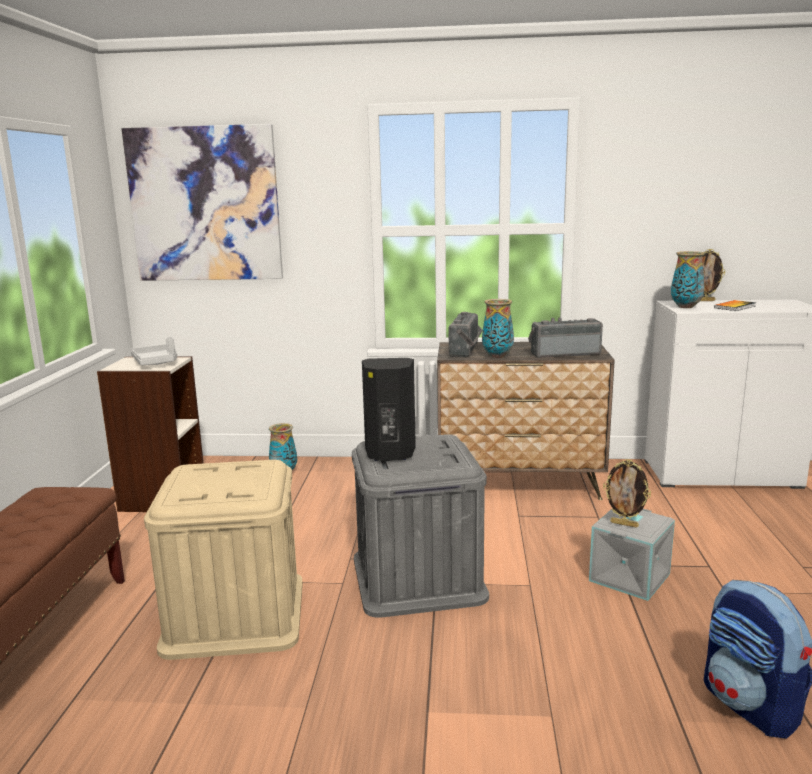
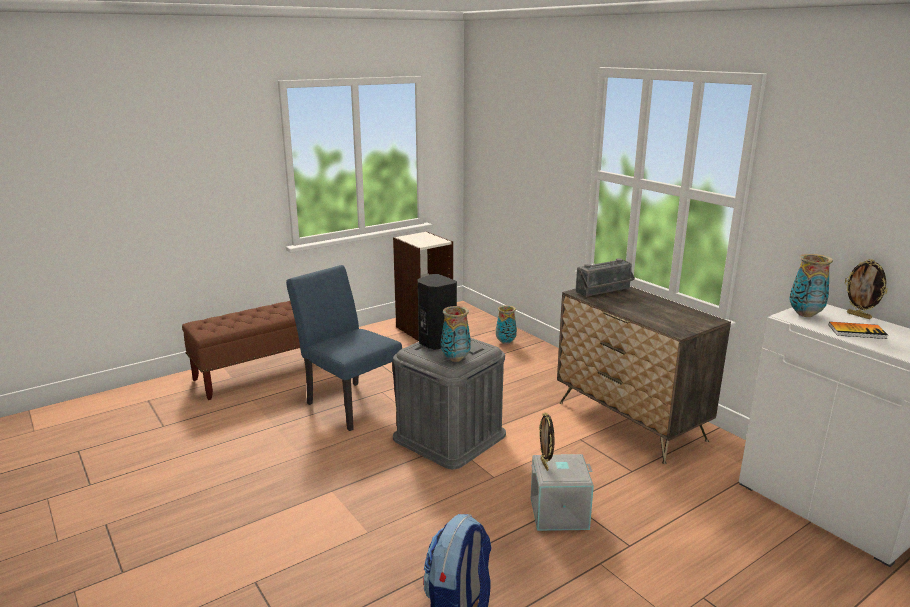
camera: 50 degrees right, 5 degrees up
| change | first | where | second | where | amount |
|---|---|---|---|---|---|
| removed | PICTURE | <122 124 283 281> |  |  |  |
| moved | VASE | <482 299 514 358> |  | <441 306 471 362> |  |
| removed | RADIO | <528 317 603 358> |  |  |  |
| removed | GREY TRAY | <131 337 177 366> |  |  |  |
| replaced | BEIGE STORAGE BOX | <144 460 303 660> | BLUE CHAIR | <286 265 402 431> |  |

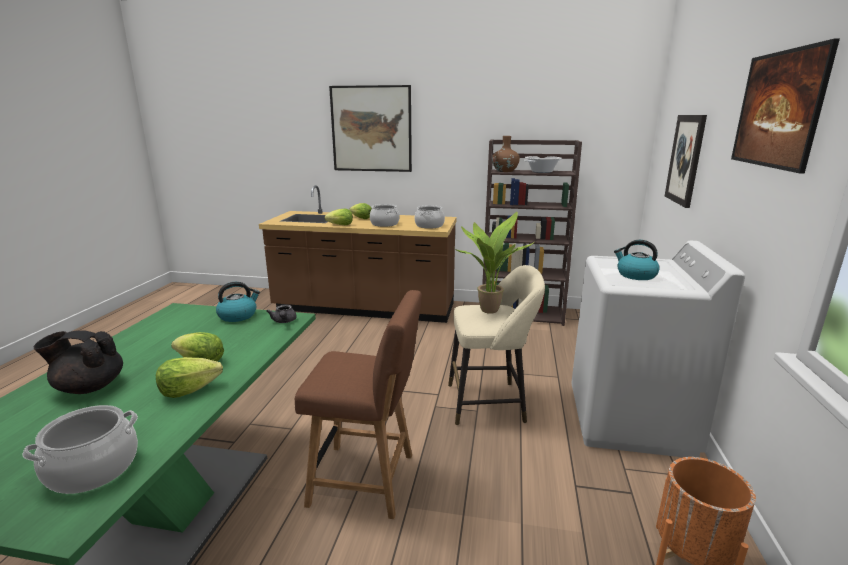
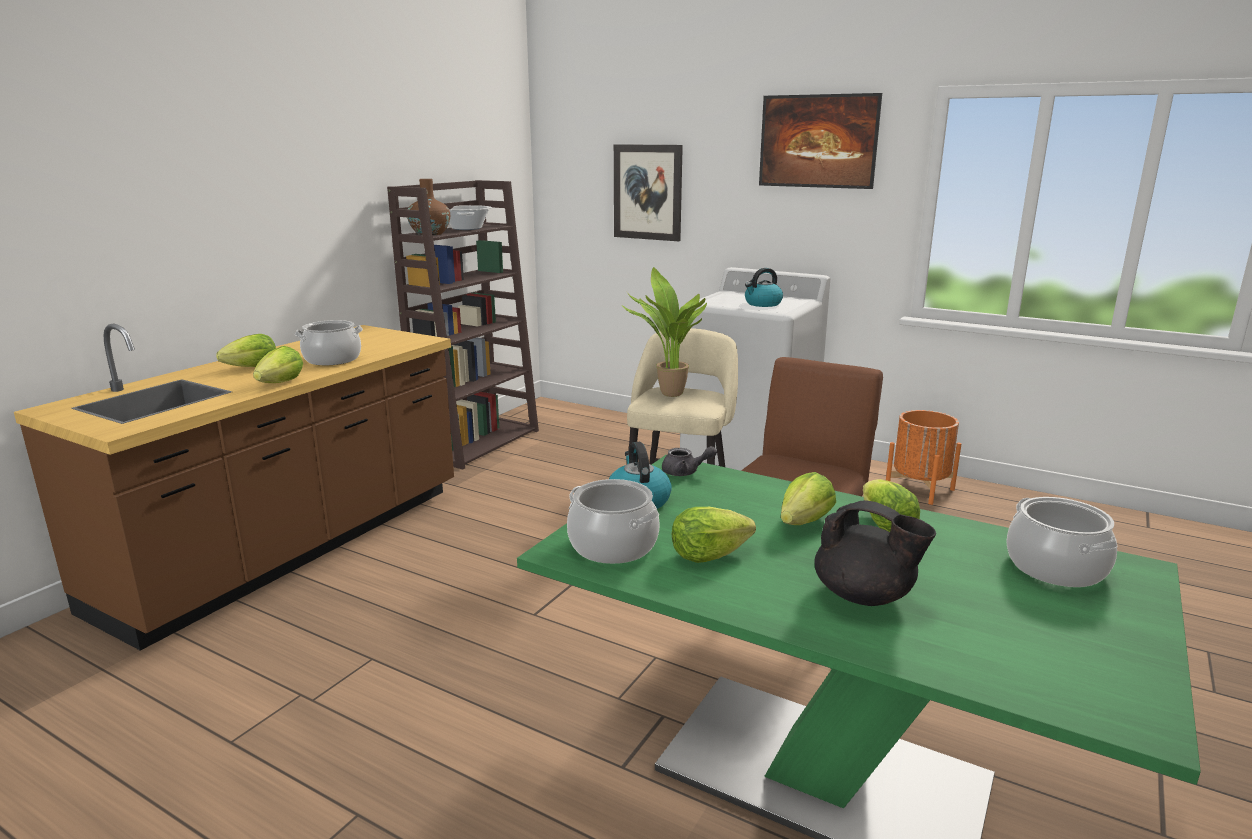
camera: 70 degrees left, 0 degrees up
| change | first | where | second | where | amount |
|---|---|---|---|---|---|
| removed | PICTURE | <329 85 412 172> |  |  |  |
| moved | COOKING POT | <415 205 445 229> |  | <567 479 660 564> |  |
| turned | BLACK TEAPOT | <34 331 123 394> |  | <815 500 936 606> | 75 degrees counterclockwise |
| added |  |  | LETTUCE | <672 507 756 563> |  |

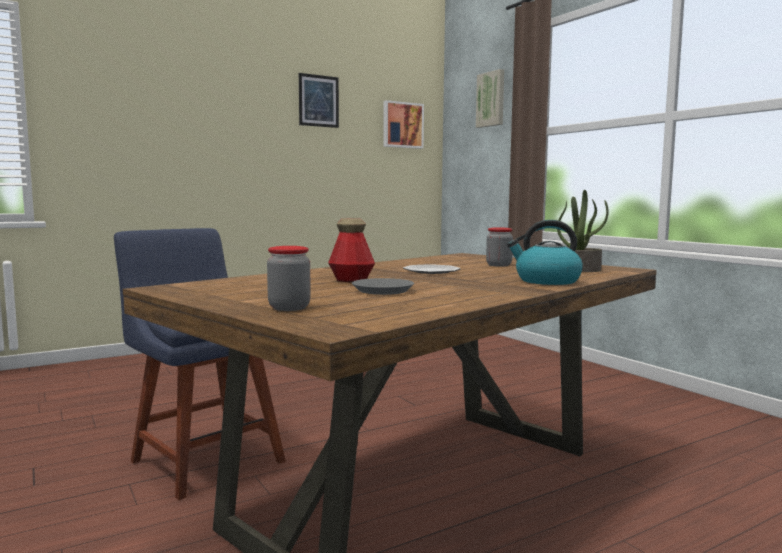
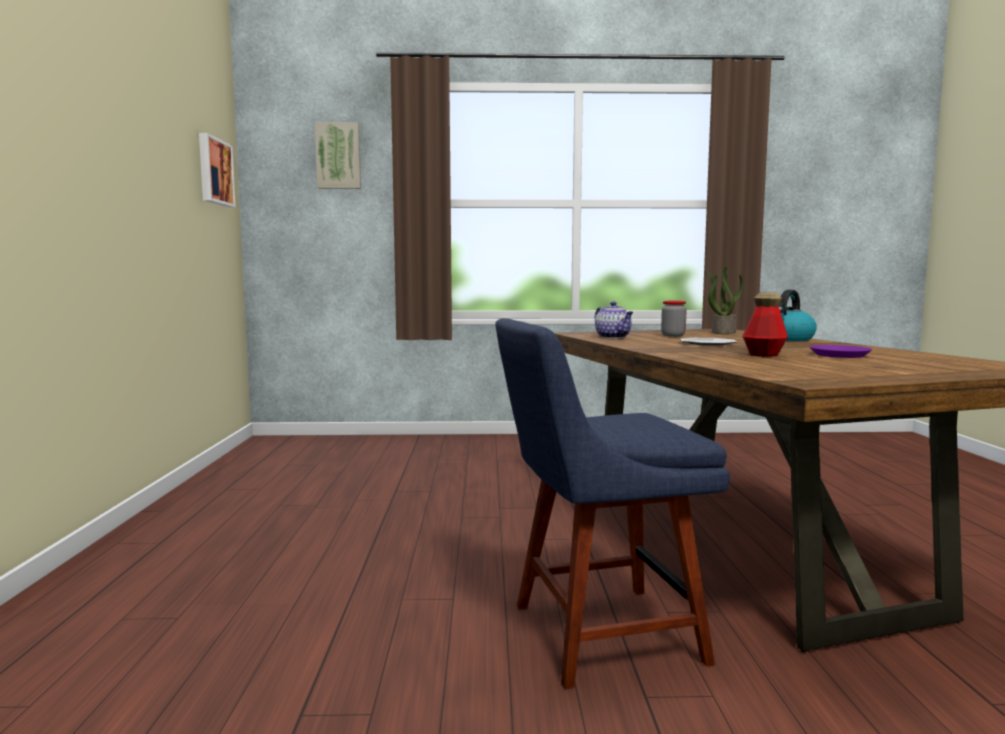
camera: 60 degrees left, 0 degrees up
| change | first | where | second | where | amount |
|---|---|---|---|---|---|
| removed | PICTURE | <299 73 339 128> |  |  |  |
| removed | JAR | <267 246 311 311> |  |  |  |
| recoloured | GREY PLATE | <352 278 414 295> | PURPLE PLATE | <810 345 872 358> |  |
| added |  |  | TEAPOT | <595 301 633 338> |  |

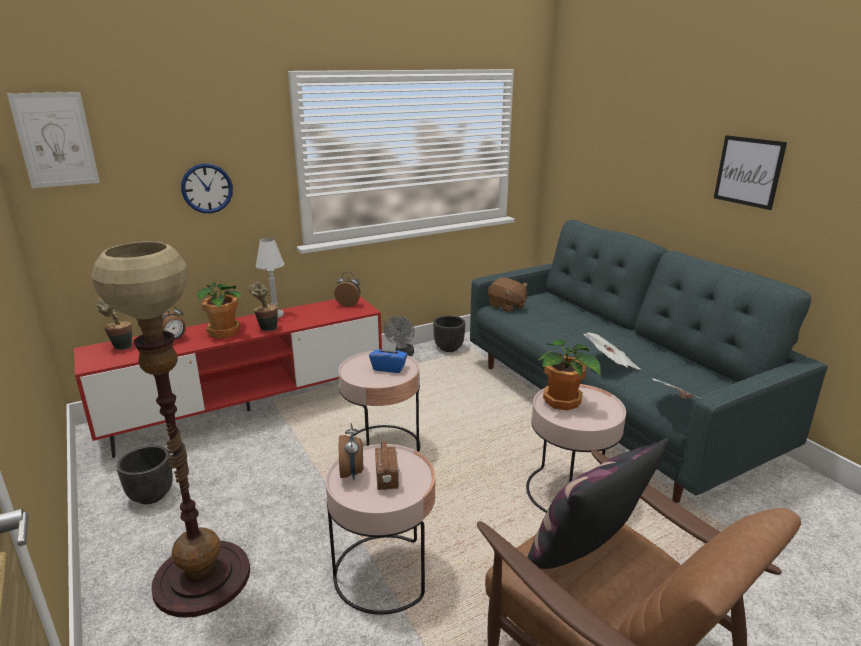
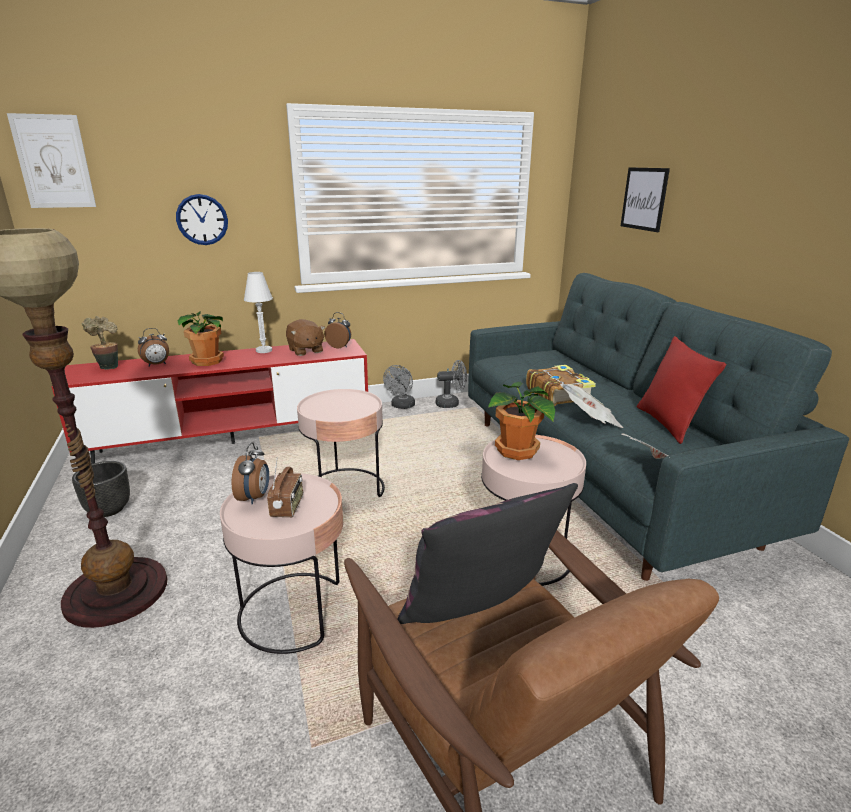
camera: 10 degrees right, 0 degrees up
| change | first | where | second | where | amount |
|---|---|---|---|---|---|
| moved | PICTURE | <714 135 787 210> |  | <621 167 670 232> |  |
| moved | BROWN PLUSH TOY | <488 278 528 312> |  | <286 319 325 356> |  |
| removed | POTTED PLANT | <249 281 278 331> |  |  |  |
| replaced | BLACK PLANTER | <433 316 465 352> | GREY FAN | <435 360 467 408> |  |
| removed | BLUE TISSUE BOX | <369 342 408 373> |  |  |  |
| added |  |  | RED PILLOW | <637 336 726 444> |  |
| added |  |  | BOOK | <526 365 596 406> |  |

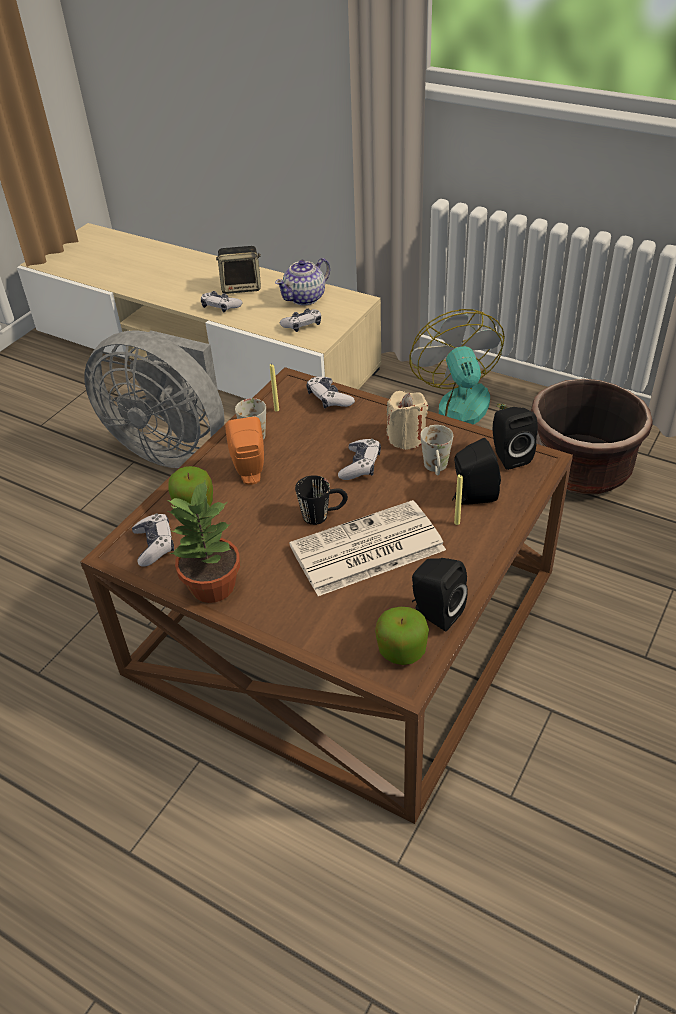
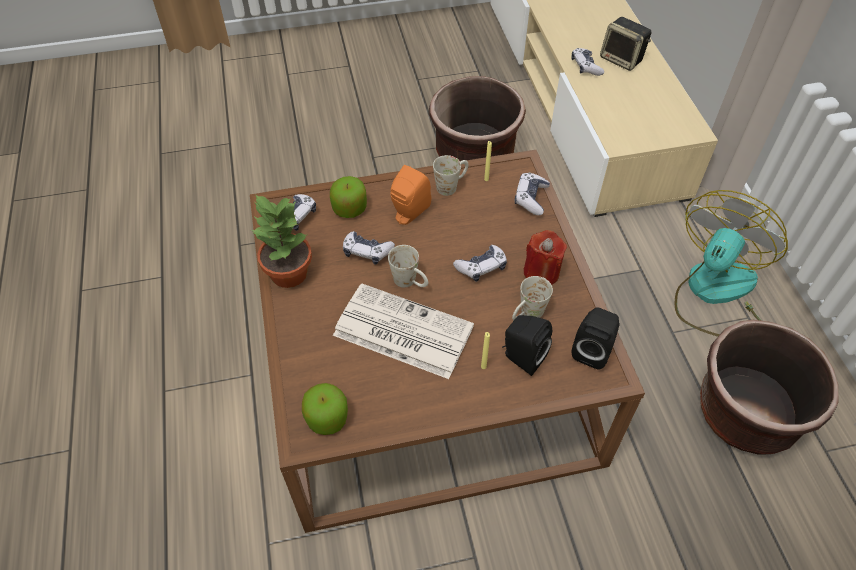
camera: 45 degrees right, 10 degrees up
| change | first | where | second | where | amount |
|---|---|---|---|---|---|
| removed | TEAPOT | <275 258 330 305> |  |  |  |
| moved | GAME CONTROLLER | <280 308 321 332> |  | <343 231 395 265> |  |
| replaced | GREY FAN | <84 330 225 468> | BROWN PLANTER | <429 76 526 161> |  |
| recoloured | BEIGE CANDLE | <386 391 428 450> | RED CANDLE | <523 230 567 285> |  |
| recoloured | BLACK MUG | <295 475 348 525> | WHITE MUG | <388 245 428 288> |  |
| removed | BLACK SPEAKER | <412 558 468 631> |  |  |  |

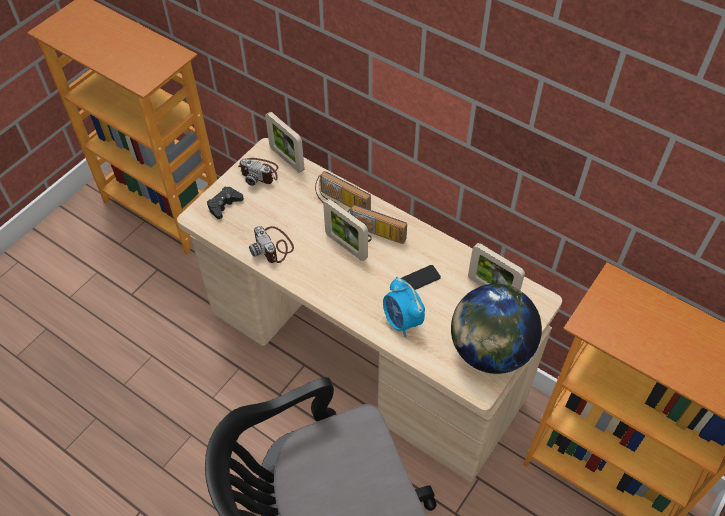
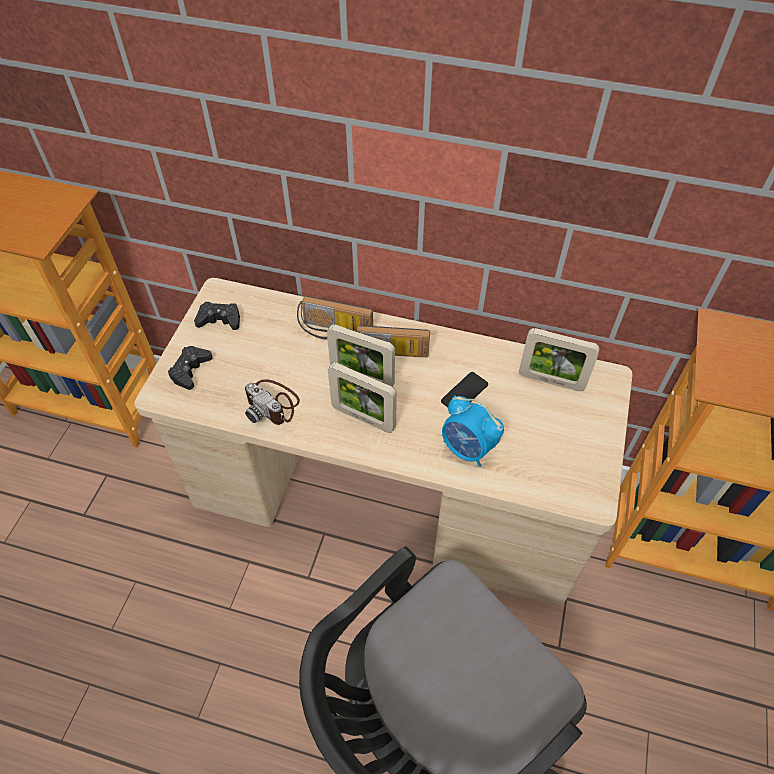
camera: 20 degrees left, 0 degrees up
| change | first | where | second | where | amount |
|---|---|---|---|---|---|
| moved | PICTURE FRAME | <265 112 305 173> |  | <328 362 397 433> |  |
| replaced | PHOTO CAMERA | <239 158 278 186> | BLACK GAME CONTROLLER | <194 302 240 330> |  |
| removed | GLOBE | <451 284 542 374> |  |  |  |

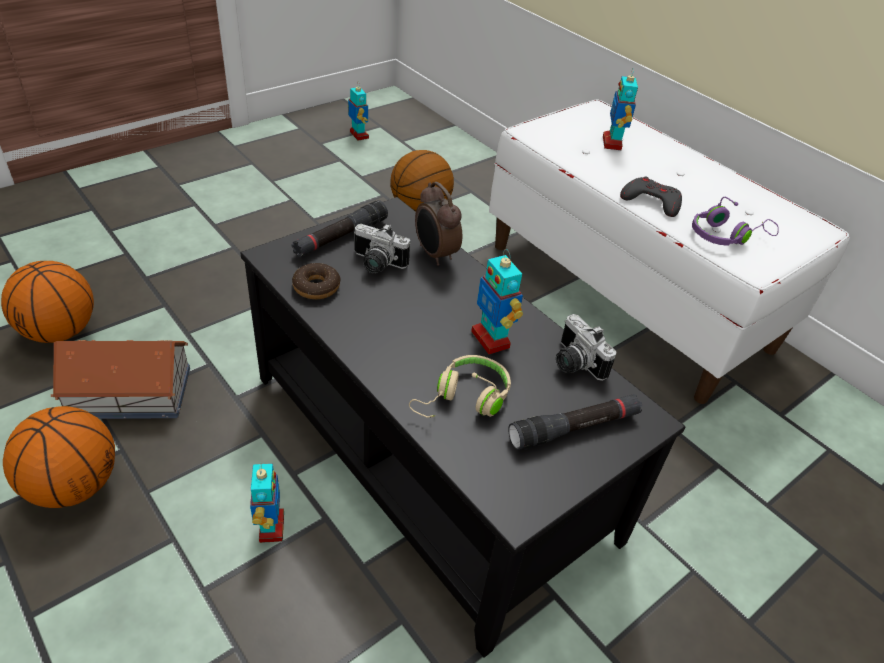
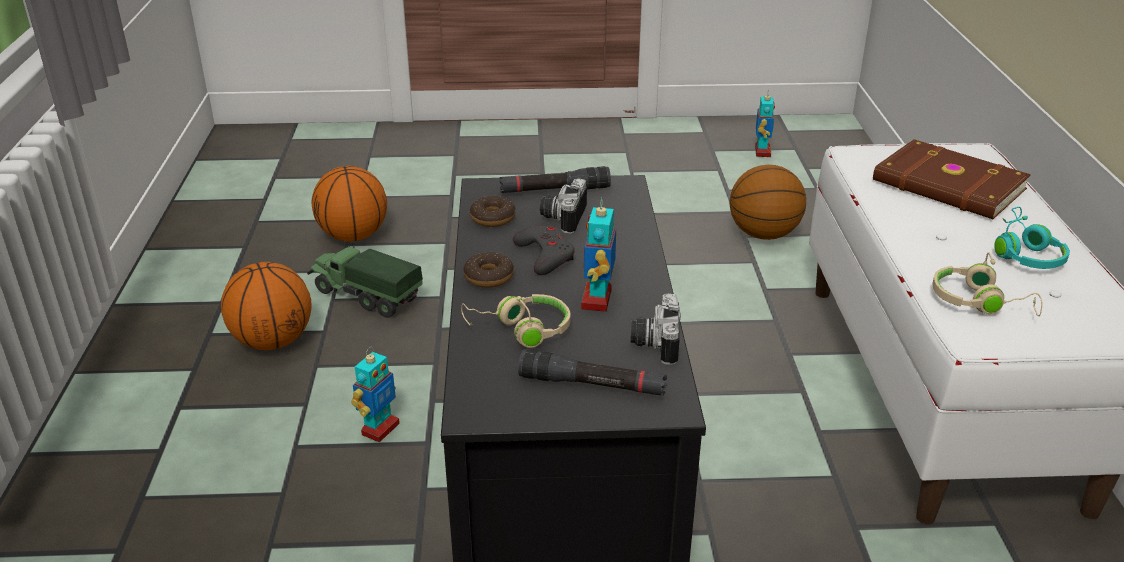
camera: 40 degrees right, 10 degrees down
| change | first | where | second | where | amount |
|---|---|---|---|---|---|
| replaced | TOY ROBOT | <603 68 638 150> | BROWN BOOK | <873 139 1031 219> |  |
| moved | GREY GAME CONTROLLER | <620 176 682 217> |  | <513 225 575 275> |  |
| removed | ALARM CLOCK | <415 182 462 266> |  |  |  |
| recoloured | PURPLE HEADPHONES | <692 197 779 246> | BEIGE HEADPHONES | <932 252 1043 316> |  |
| turned | PHOTO CAMERA | <354 224 410 274> |  | <540 178 587 234> | 45 degrees clockwise |
| replaced | TOY HOUSE | <51 340 190 419> | TOY TRUCK | <307 244 423 318> |  |
| added |  |  | TURQUOISE HEADPHONES | <994 207 1070 269> |  |
| added |  |  | DONUT | <463 252 514 288> |  |

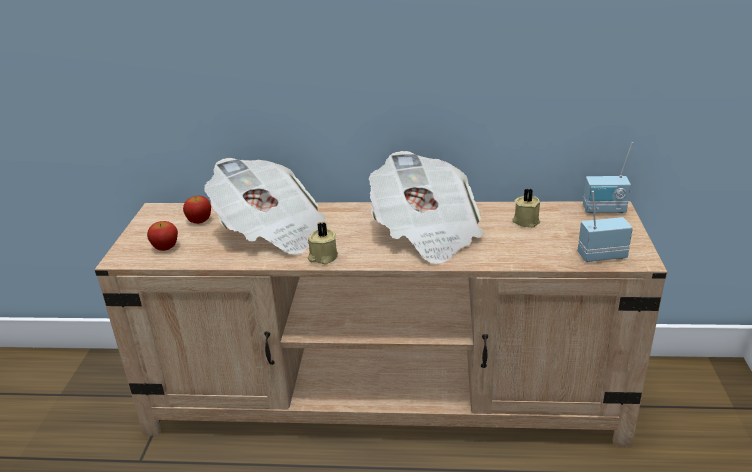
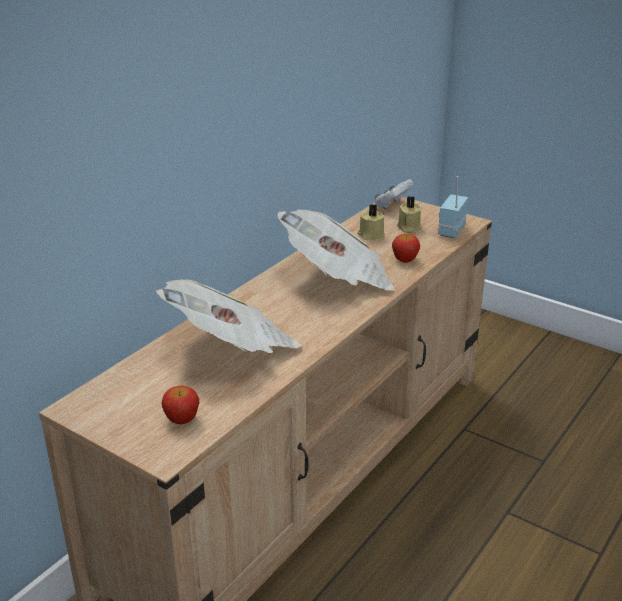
camera: 60 degrees left, 0 degrees up
| change | first | where | second | where | amount |
|---|---|---|---|---|---|
| replaced | RADIO | <583 142 633 213> | WHITE GAME CONTROLLER | <375 179 413 209> |  |
| moved | APPLE | <183 196 211 224> |  | <392 234 420 263> |  |
| moved | BEIGE CANDLE | <308 223 338 264> |  | <397 196 422 233> |  |

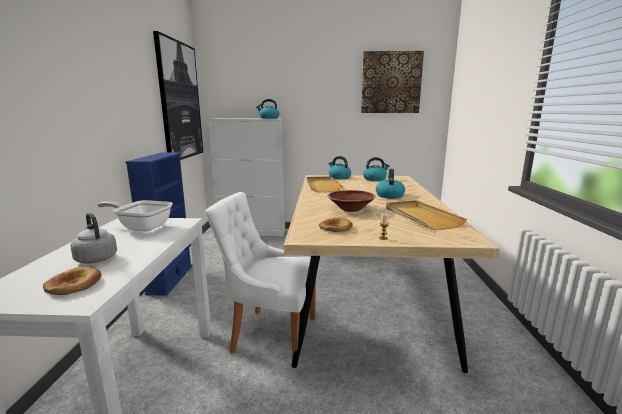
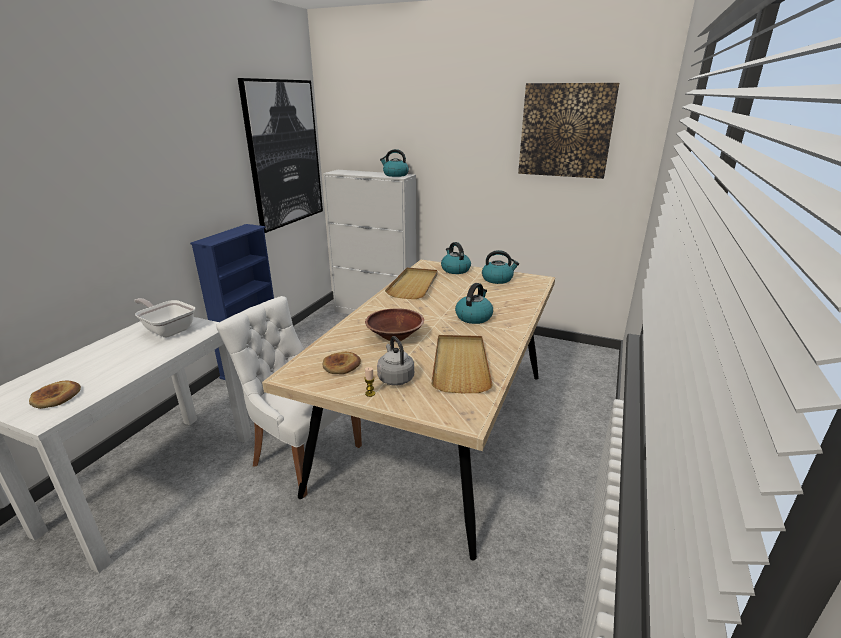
camera: 20 degrees right, 10 degrees up
| change | first | where | second | where | amount |
|---|---|---|---|---|---|
| moved | GREY KETTLE | <70 213 117 264> |  | <377 336 414 386> |  |

